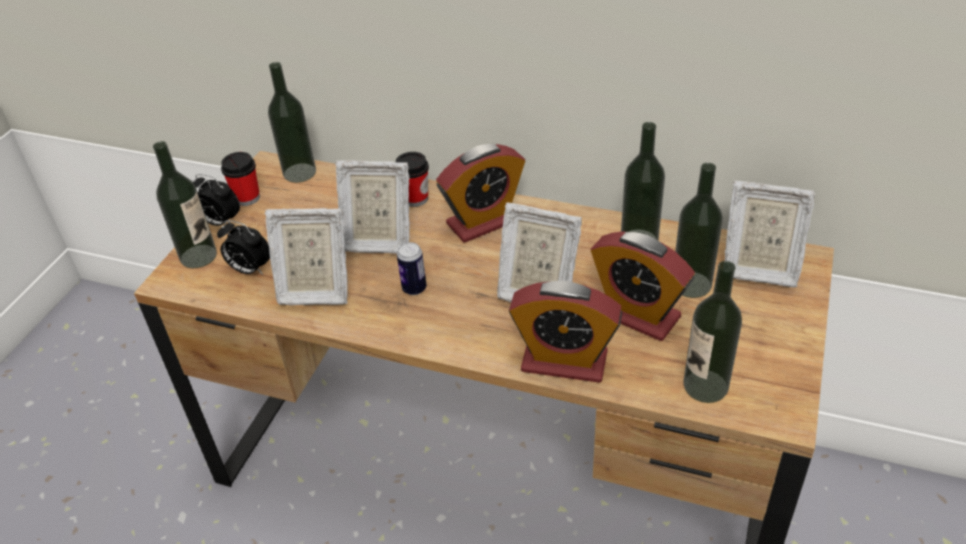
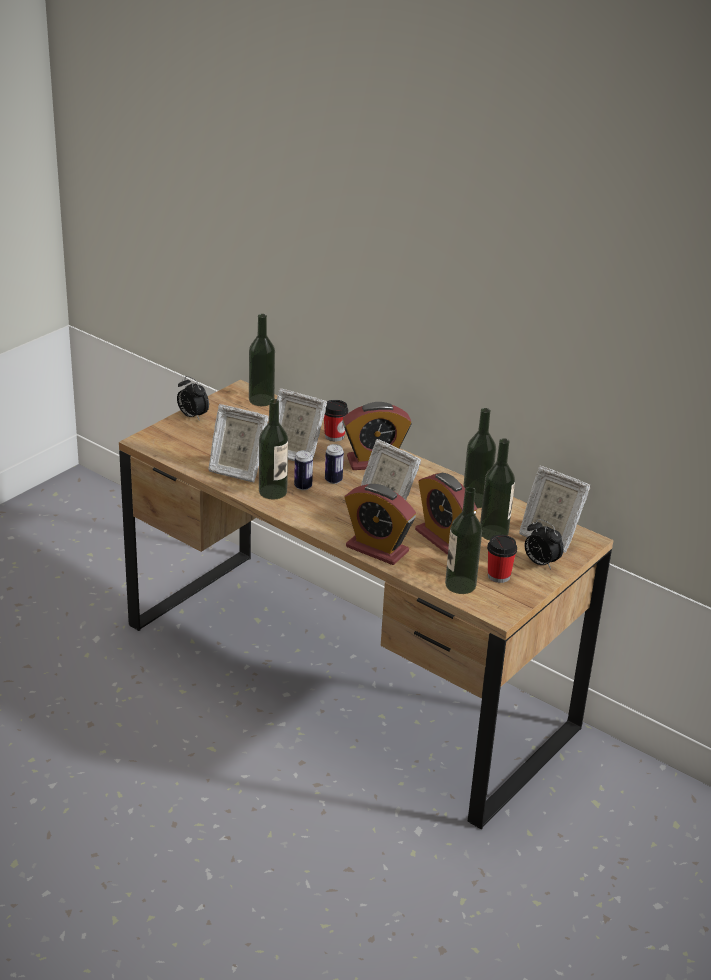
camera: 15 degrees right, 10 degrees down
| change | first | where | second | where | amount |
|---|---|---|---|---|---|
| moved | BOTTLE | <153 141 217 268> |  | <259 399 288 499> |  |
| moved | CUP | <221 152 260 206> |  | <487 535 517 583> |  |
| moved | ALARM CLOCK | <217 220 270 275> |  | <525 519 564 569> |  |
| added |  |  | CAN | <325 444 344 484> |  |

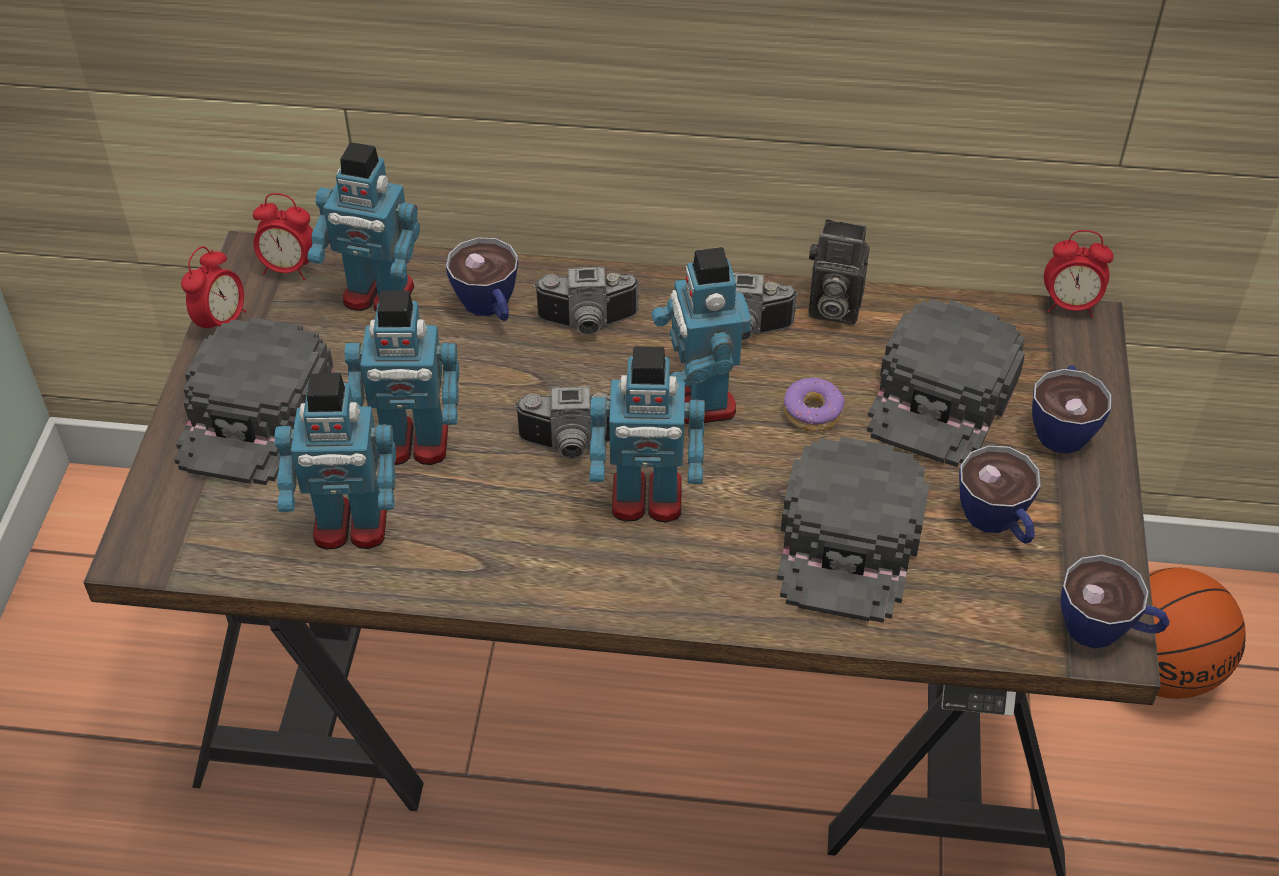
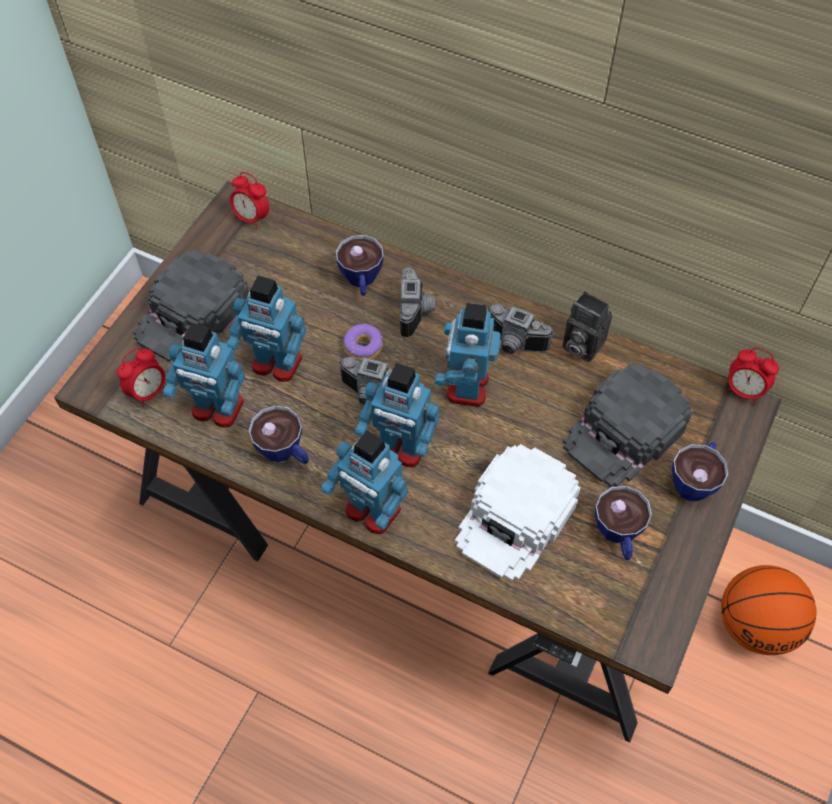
camera: 20 degrees right, 10 degrees up
| change | first | where | second | where | amount |
|---|---|---|---|---|---|
| moved | TOY ROBOT | <307 142 420 311> |  | <321 430 408 534> |  |
| moved | ALARM CLOCK | <181 246 246 328> |  | <117 348 166 408> |  |
| turned | PHOTO CAMERA | <533 267 640 335> |  | <400 266 435 338> | 105 degrees counterclockwise |
| moved | DONUT | <784 378 845 432> |  | <343 324 383 361> |  |
| recoloured | BLACK CAP | <777 437 930 623> | WHITE CAP | <455 444 581 581> |  |
| moved | CUP | <1061 554 1170 649> |  | <248 405 309 464> |  |

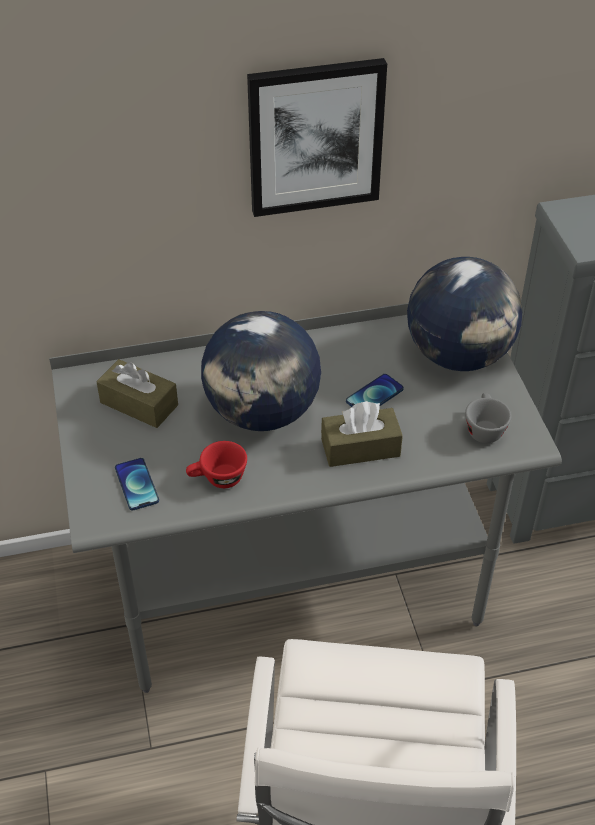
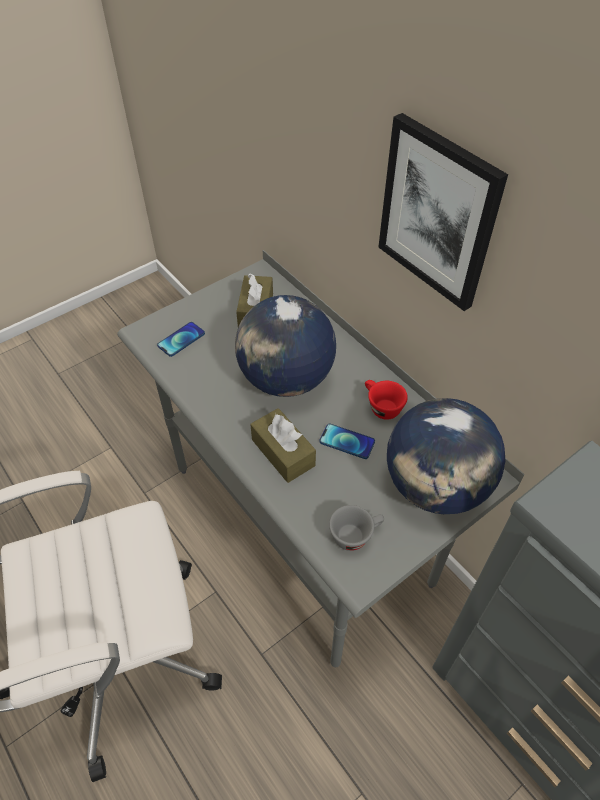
camera: 65 degrees right, 5 degrees up
| change | first | where | second | where | amount |
|---|---|---|---|---|---|
| moved | RED CUP | <186 441 247 488> |  | <365 380 408 420> |  |

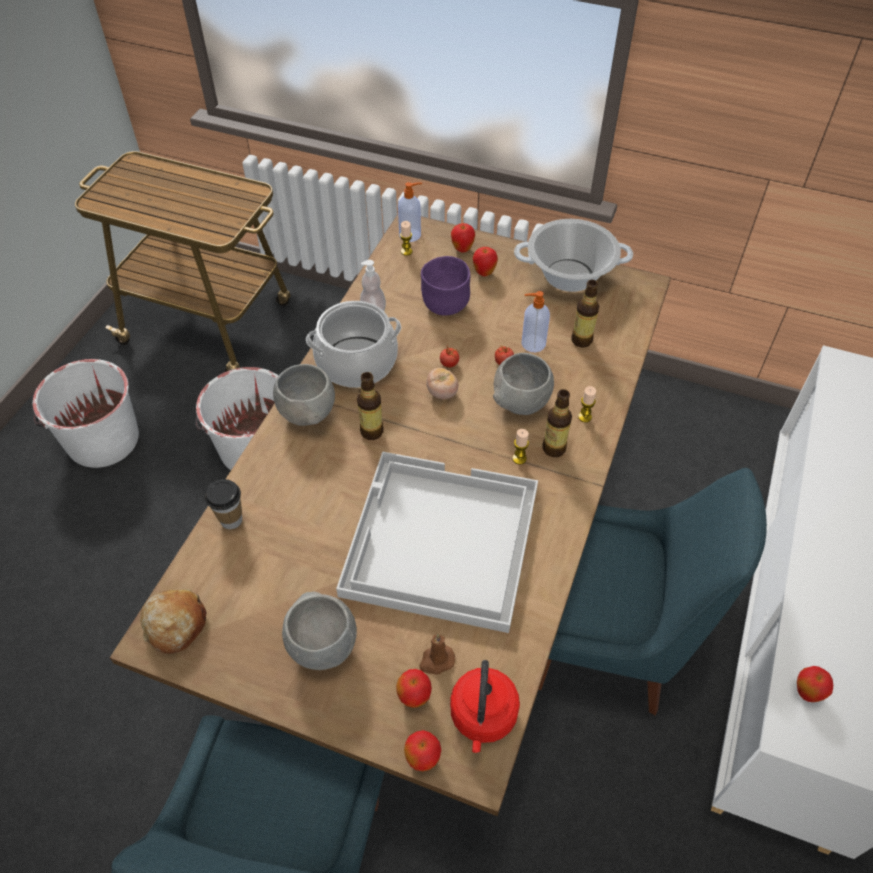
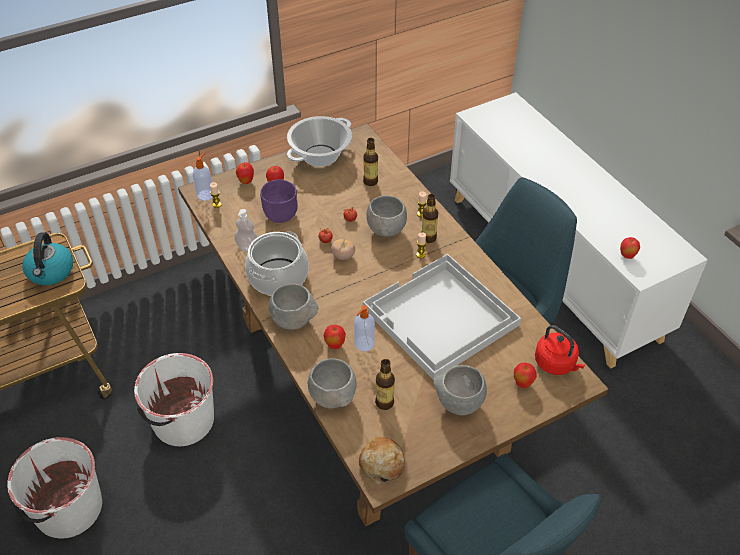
camera: 50 degrees left, 5 degrees down
| change | first | where | second | where | amount |
|---|---|---|---|---|---|
| moved | SOAP DISPENSER | <521 291 550 352> |  | <354 305 375 351> |  |
| moved | BOTTLE | <357 372 384 440> |  | <375 359 395 410> |  |
| replaced | CUP | <205 479 242 529> | GREY BOWL | <307 358 357 408> |  |
| removed | BROWN CANDLE | <419 634 455 675> |  |  |  |
| moved | APPLE | <404 730 441 771> |  | <323 325 346 349> |  |
| added |  |  | KETTLE | <22 232 73 285> |  |

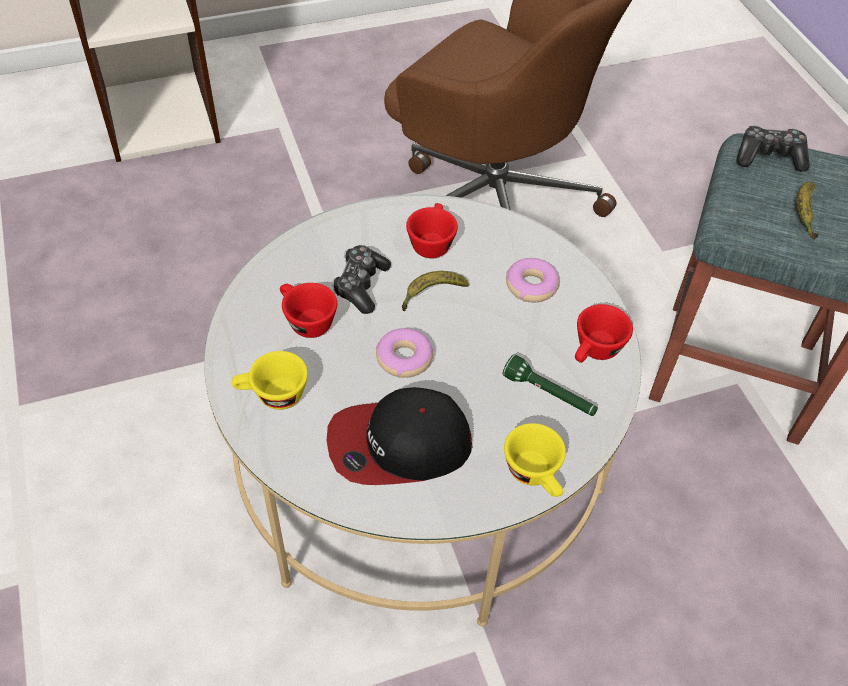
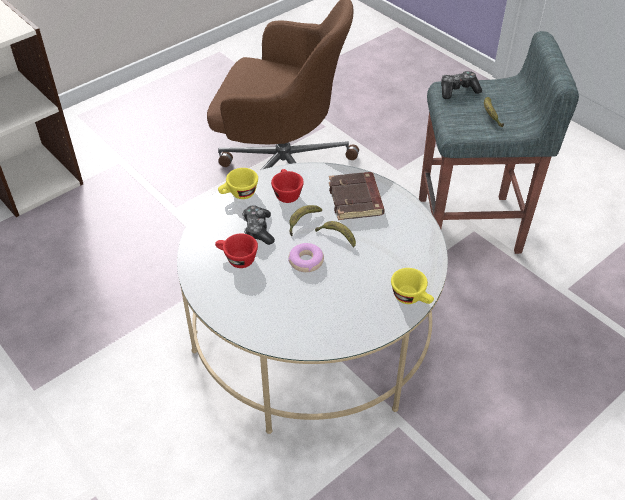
camera: 20 degrees left, 5 degrees down
| change | first | where | second | where | amount |
|---|---|---|---|---|---|
| replaced | DONUT | <506 258 559 302> | BROWN BOOK | <329 172 385 220> |  |
| removed | RED CUP | <575 304 633 363> |  |  |  |
| moved | YELLOW CUP | <232 351 308 410> |  | <218 168 258 199> |  |
| removed | GREEN FLASHLIGHT | <503 354 598 416> |  |  |  |
| removed | CAP | <327 387 472 485> |  |  |  |
| added |  |  | BANANA | <315 221 356 247> |  |

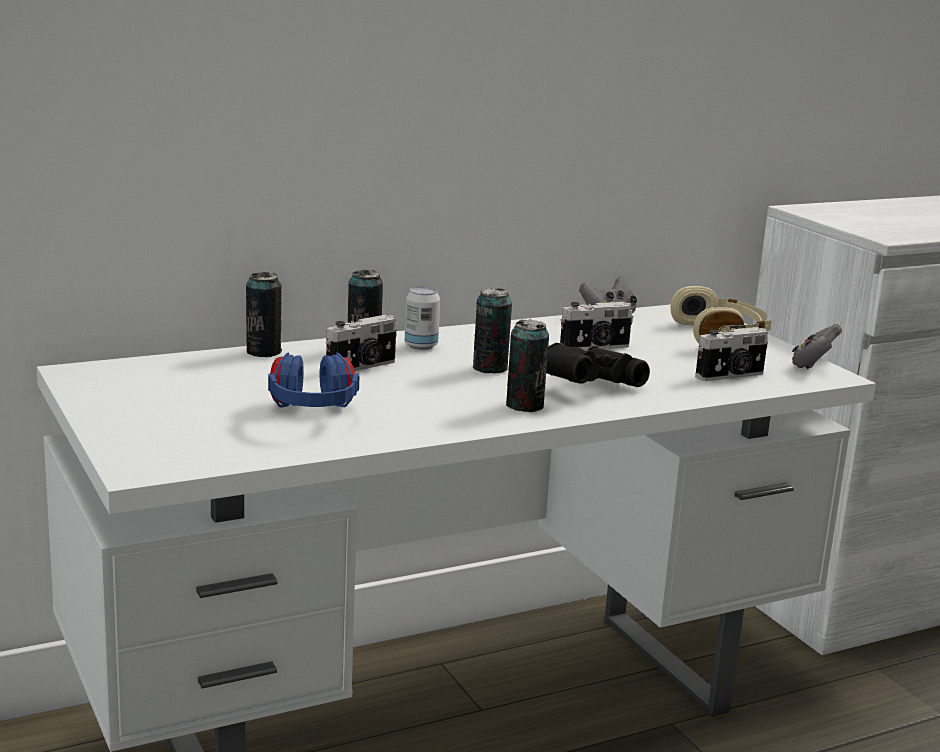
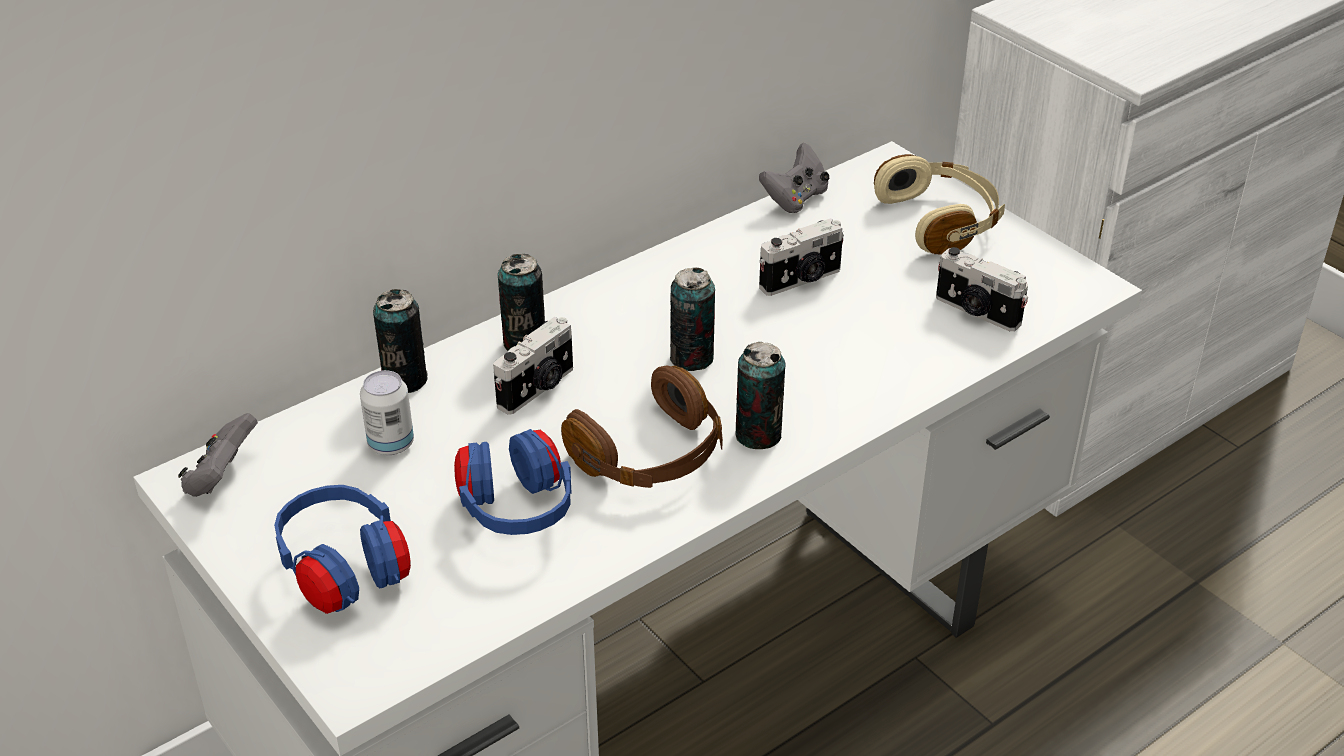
camera: 10 degrees left, 20 degrees up
| change | first | where | second | where | amount |
|---|---|---|---|---|---|
| moved | CAN | <405 286 440 350> |  | <360 370 414 455> |  |
| moved | GREY GAME CONTROLLER | <792 324 842 369> |  | <178 413 258 497> |  |
| turned | PHOTO CAMERA | <695 327 768 381> |  | <936 247 1028 331> | 75 degrees clockwise |
| removed | BLACK BINOCULARS | <546 343 650 387> |  |  |  |
| added |  |  | BROWN HEADPHONES | <561 366 723 488> |  |
| added |  |  | BLUE HEADPHONES | <274 485 411 614> |  |

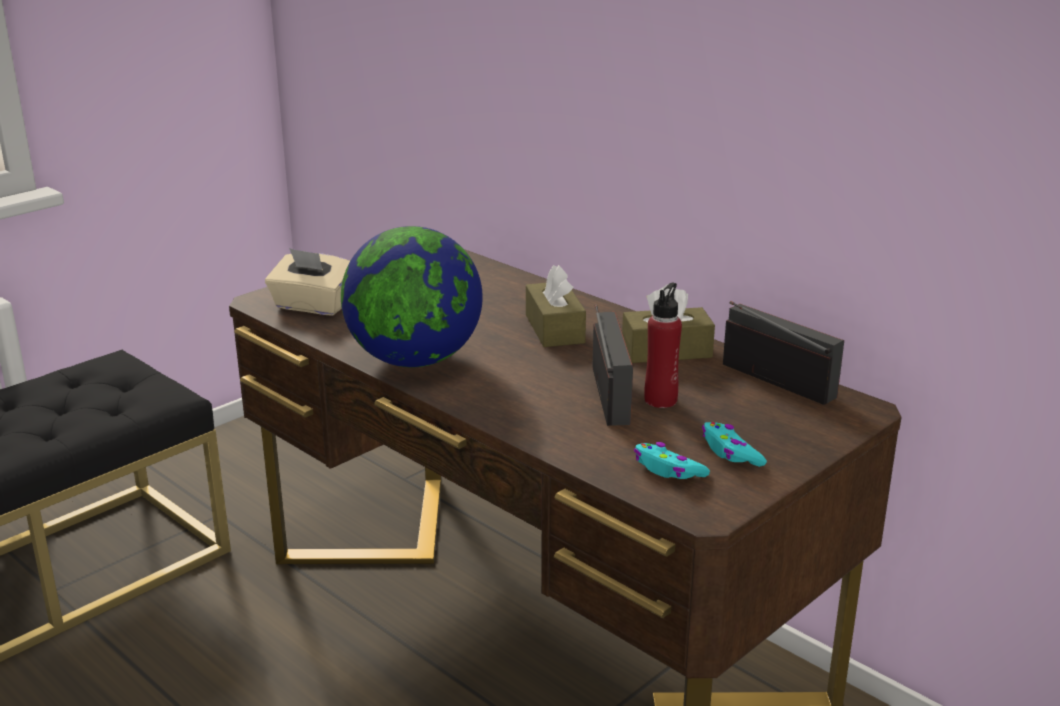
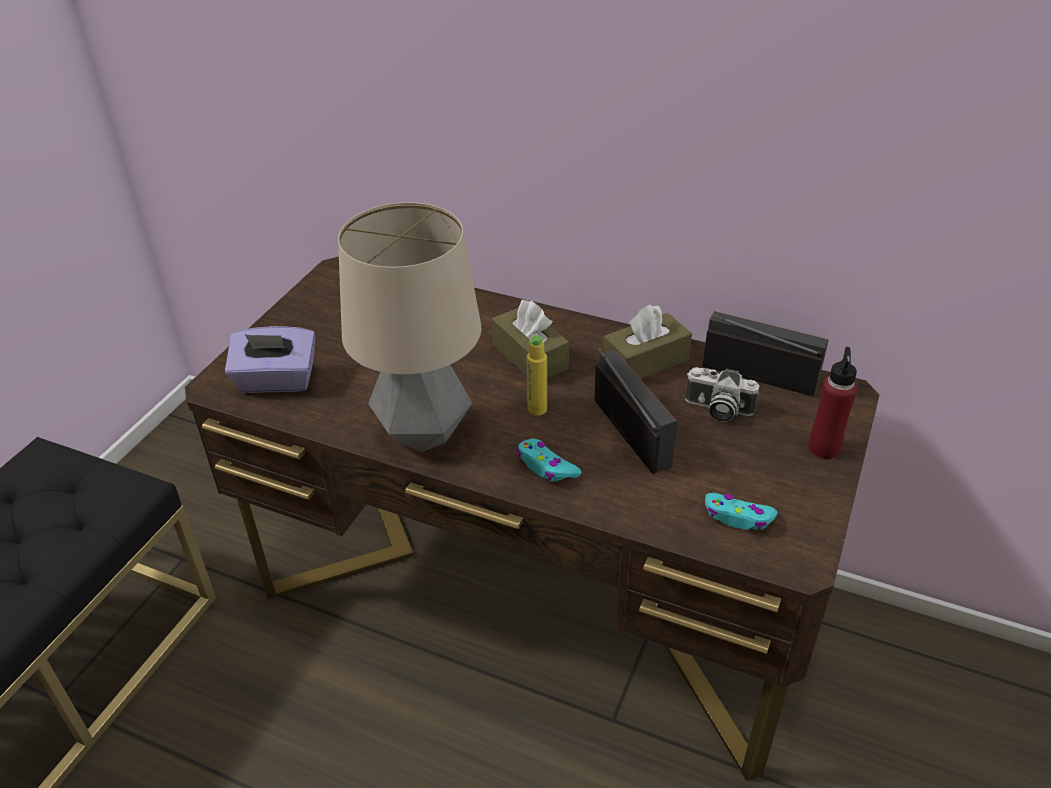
camera: 20 degrees left, 15 degrees up
| change | first | where | second | where | amount |
|---|---|---|---|---|---|
| replaced | GLOBE | <341 226 483 367> | TABLE LAMP | <338 202 481 452> |  |
| recoloured | BEIGE TISSUE BOX | <265 248 350 316> | PURPLE TISSUE BOX | <225 326 316 393> |  |
| moved | RED BOTTLE | <644 282 682 408> |  | <808 347 857 460> |  |
| moved | TURQUOISE GAME CONTROLLER | <702 422 767 467> |  | <516 439 581 481> |  |
| added |  |  | YELLOW BOTTLE | <527 335 547 415> |  |
| added |  |  | PHOTO CAMERA | <685 367 760 421> |  |

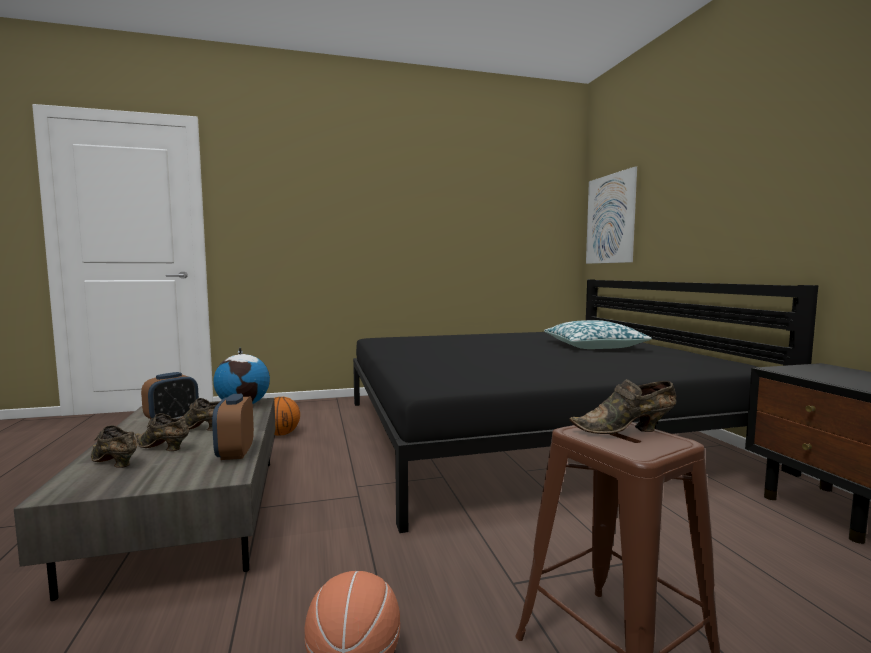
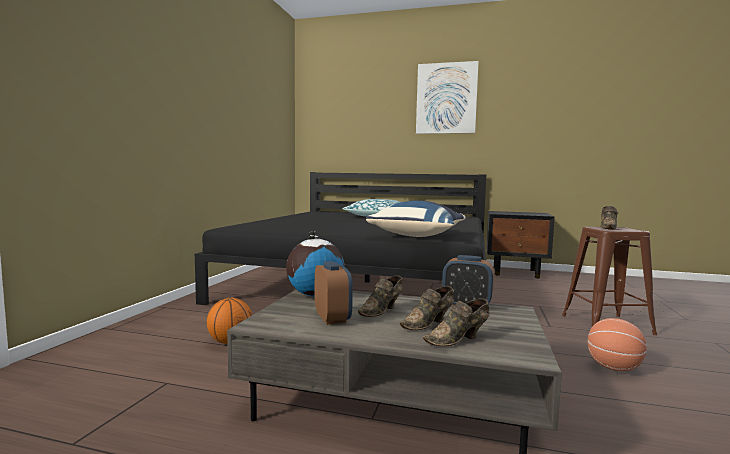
camera: 60 degrees left, 0 degrees up
| change | first | where | second | where | amount |
|---|---|---|---|---|---|
| moved | PICTURE | <586 166 637 264> |  | <416 61 479 134> |  |
| added |  |  | BLUE PILLOW | <366 200 466 237> |  |

